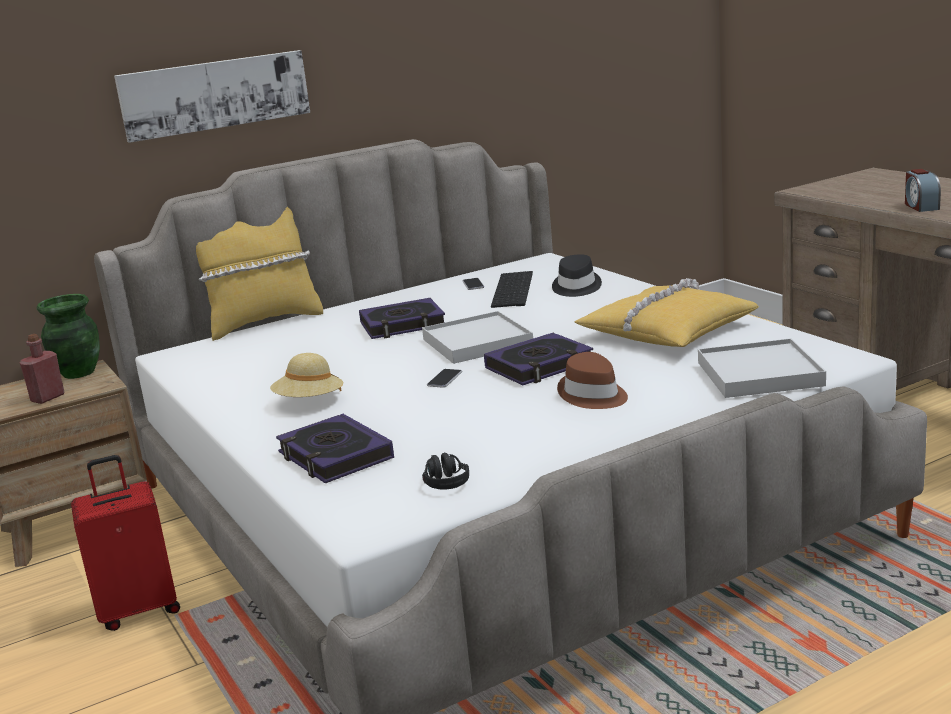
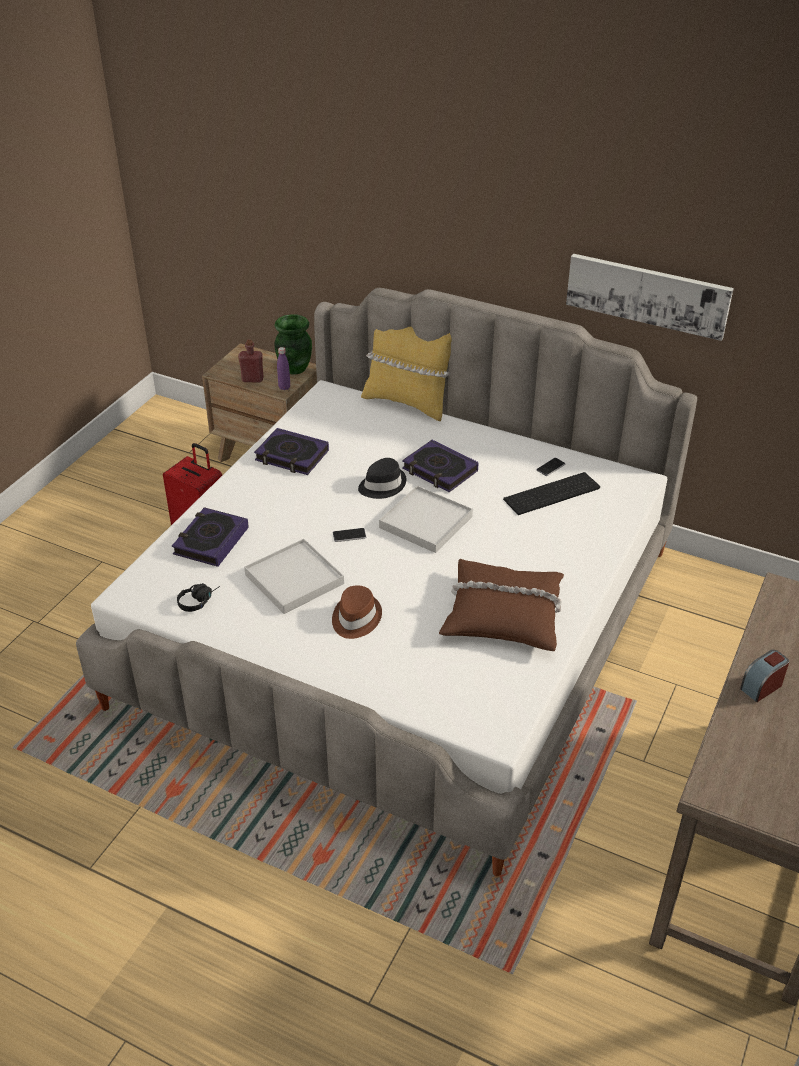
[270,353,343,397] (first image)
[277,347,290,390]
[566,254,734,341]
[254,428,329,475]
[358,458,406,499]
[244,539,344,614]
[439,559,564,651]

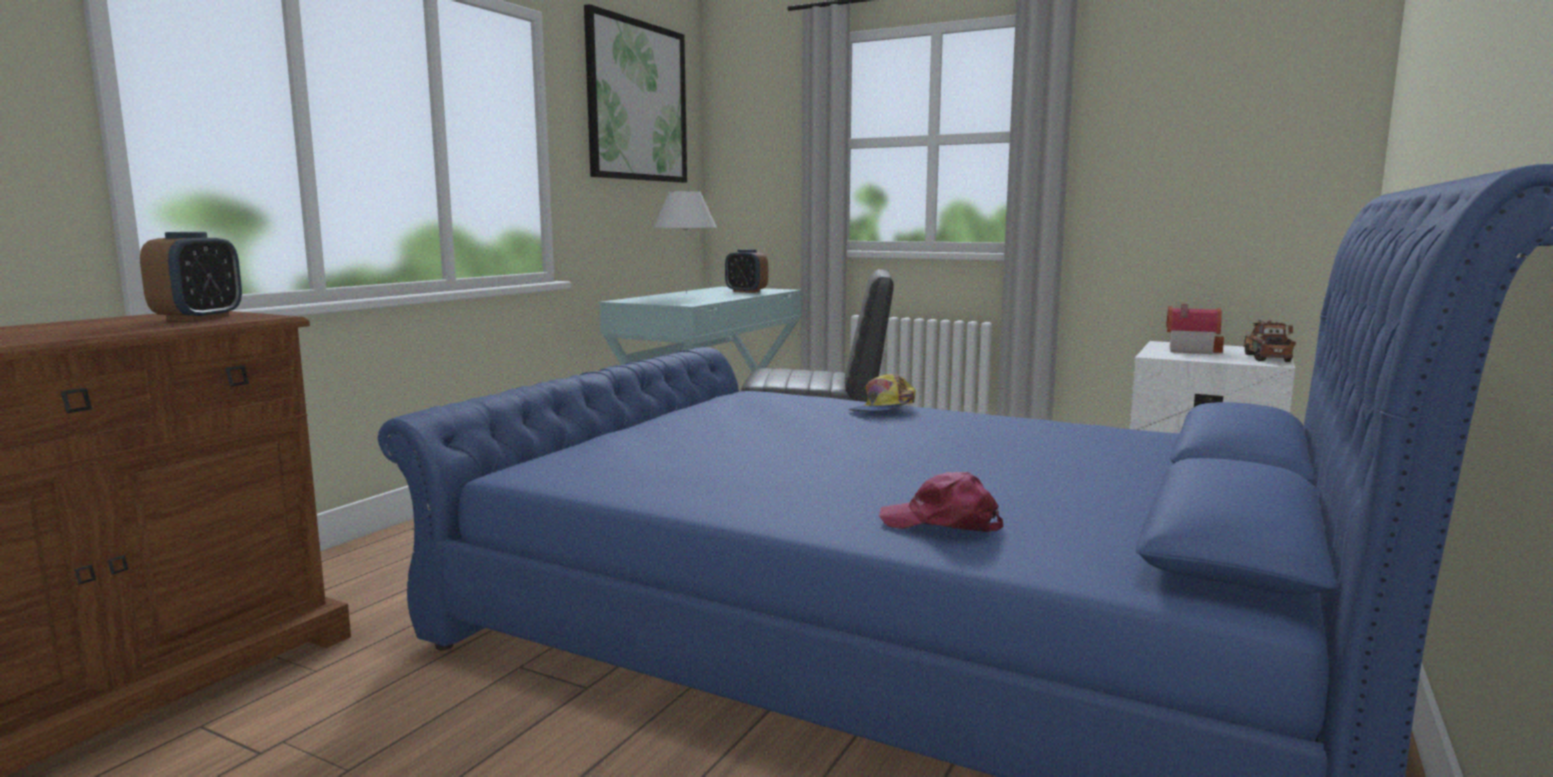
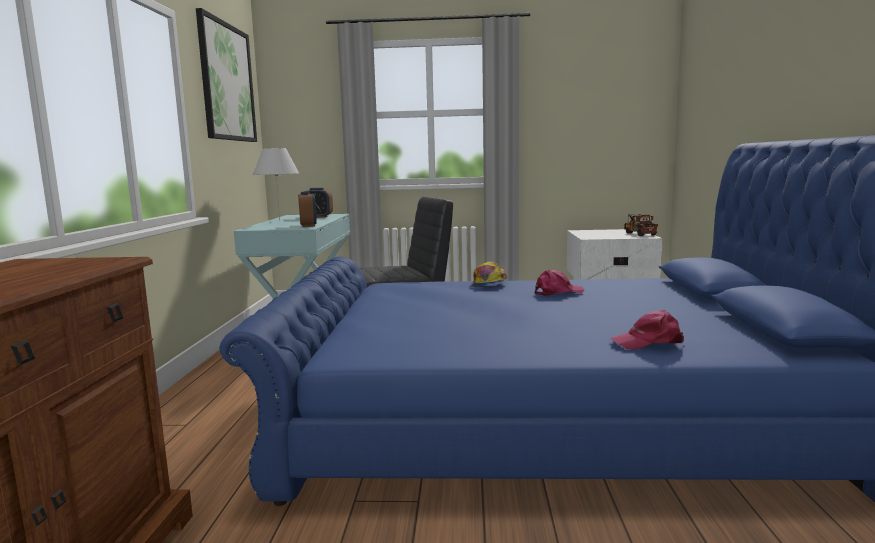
[1166,304,1224,354] (first image)
[535,270,584,296]
[298,191,316,227]

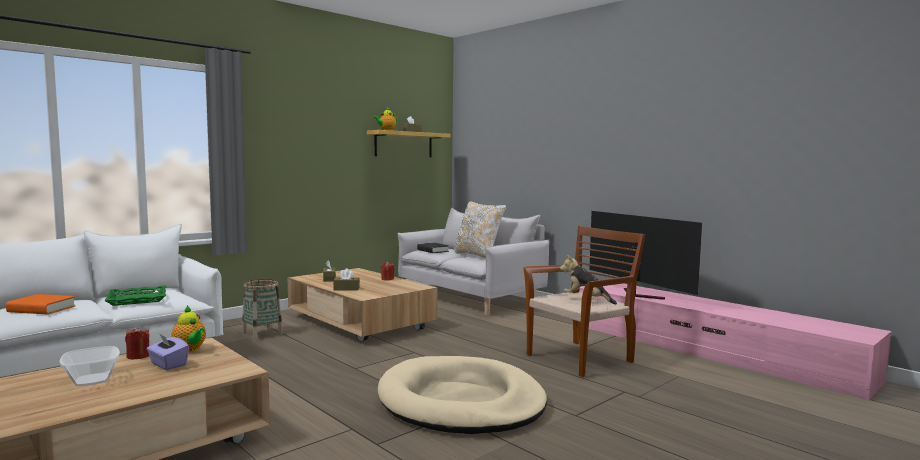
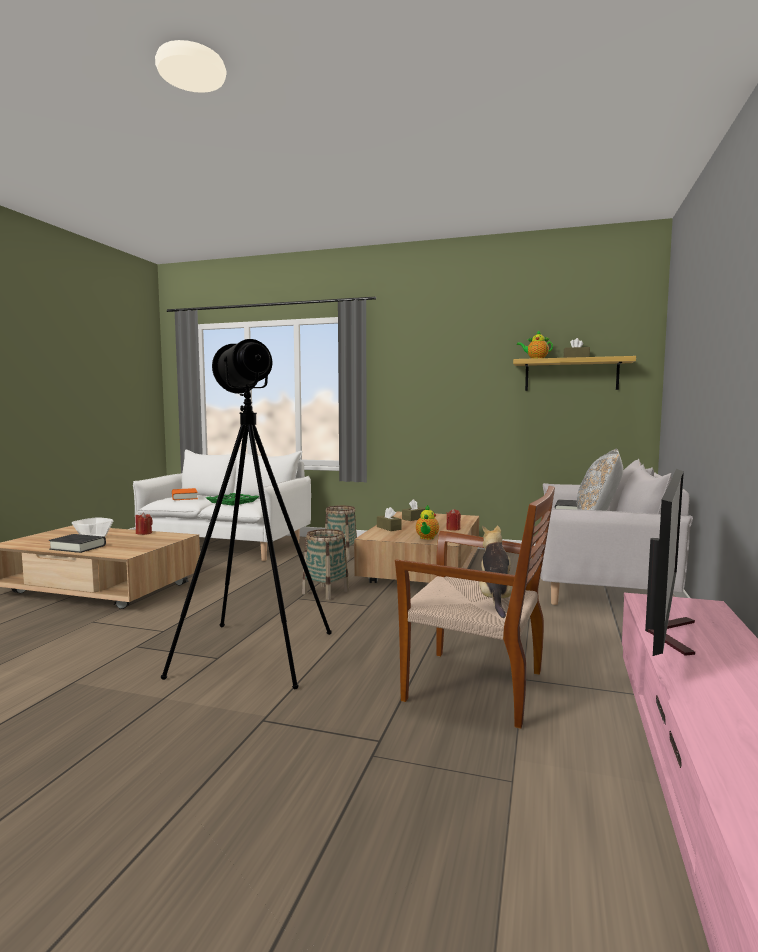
[147,333,189,370] (first image)
[49,534,106,553]
[302,529,349,600]
[416,505,439,540]
[161,339,332,689]

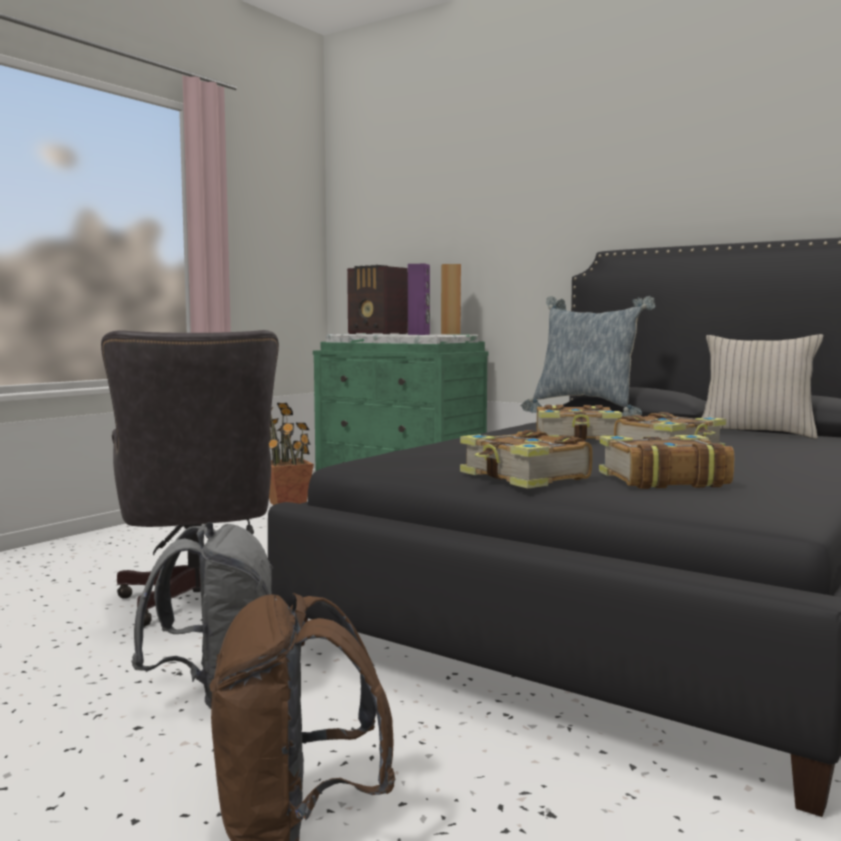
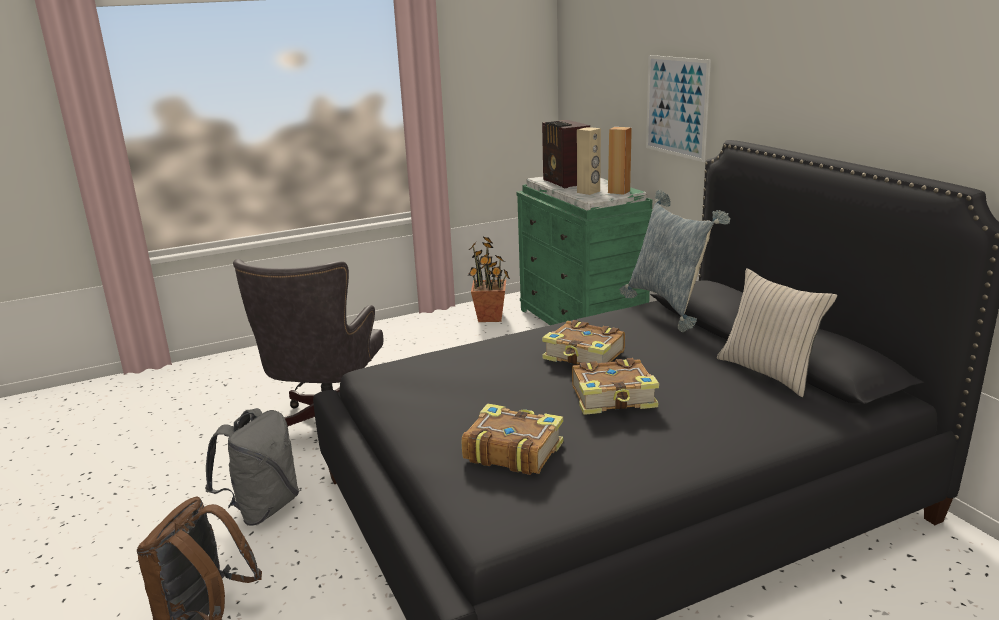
[460,430,593,489] (first image)
[646,55,711,162]
[577,127,601,195]

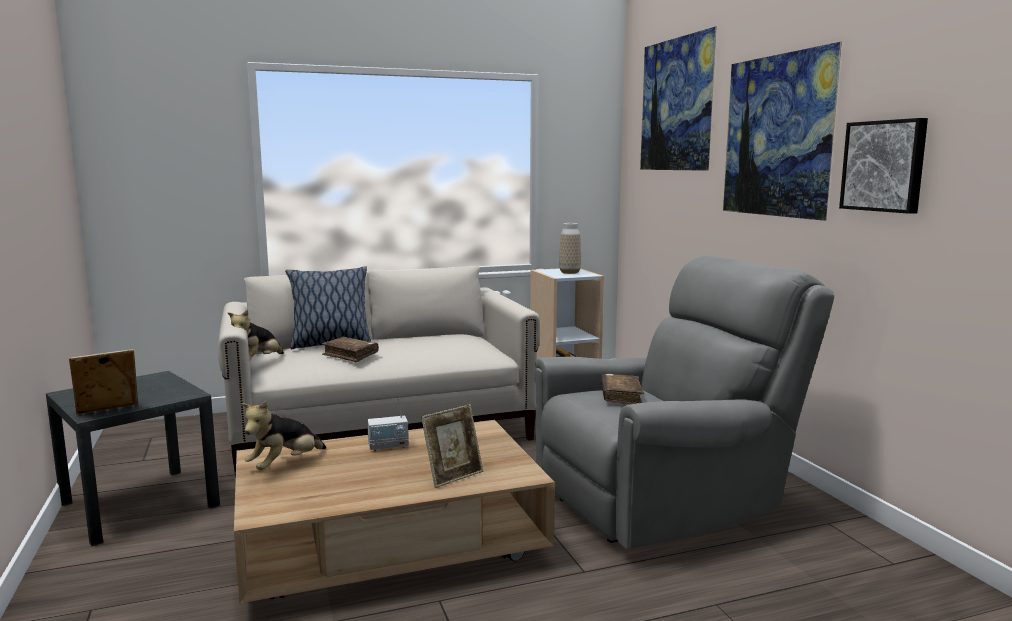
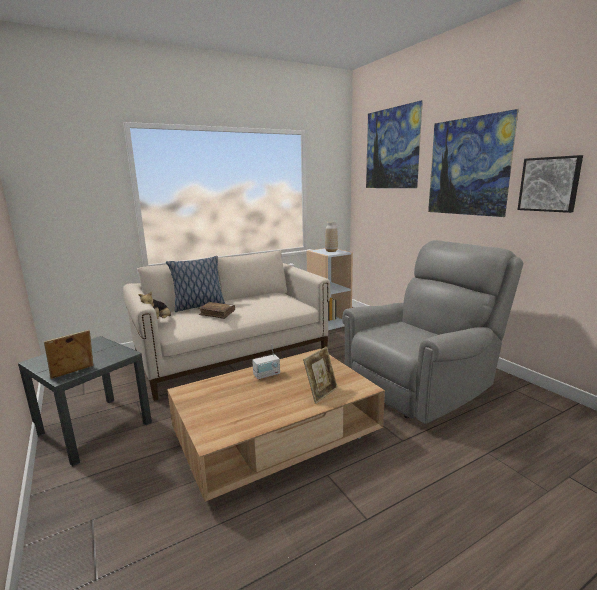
[241,401,326,470] (first image)
[601,374,644,404] (first image)

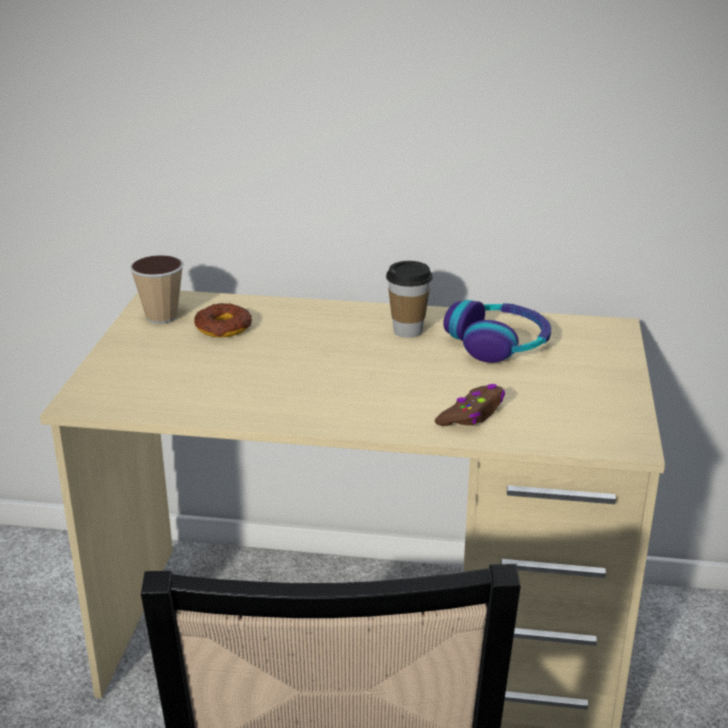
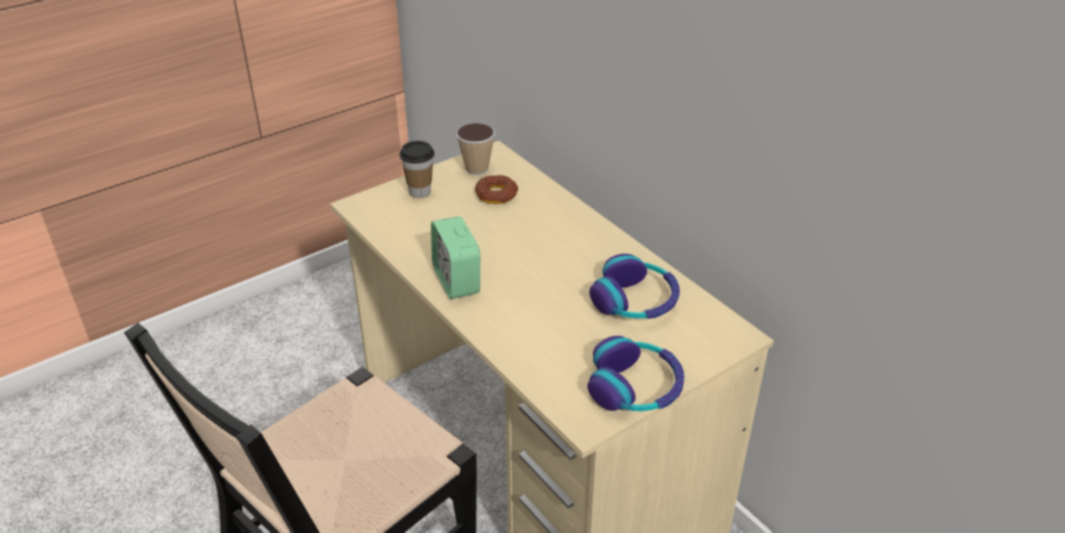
[435,384,505,426] (first image)
[431,216,480,299]
[587,336,684,411]
[400,141,435,198]

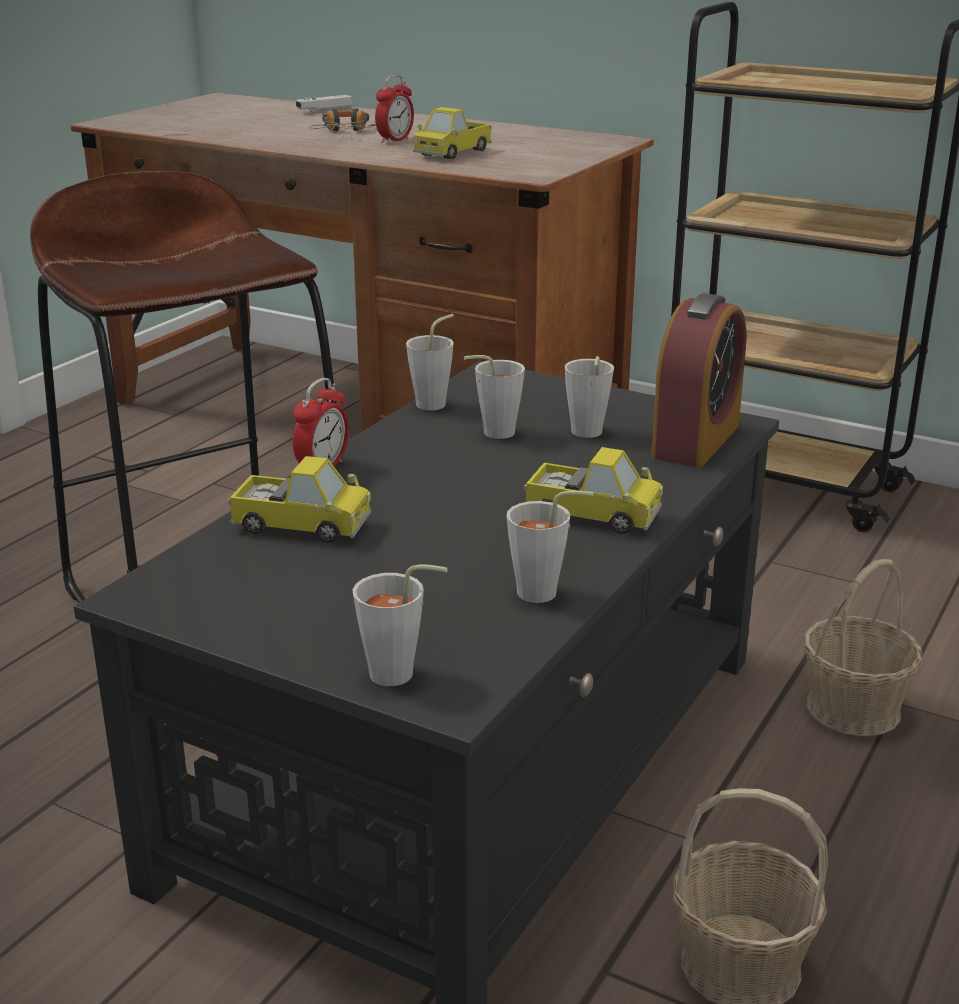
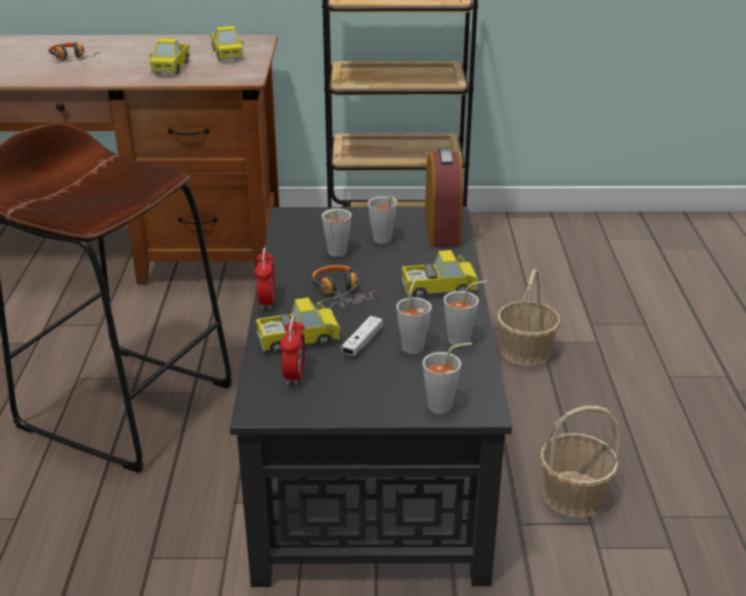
[210,26,244,61]
[312,265,379,309]
[341,316,383,356]
[280,316,305,386]
[396,279,432,354]

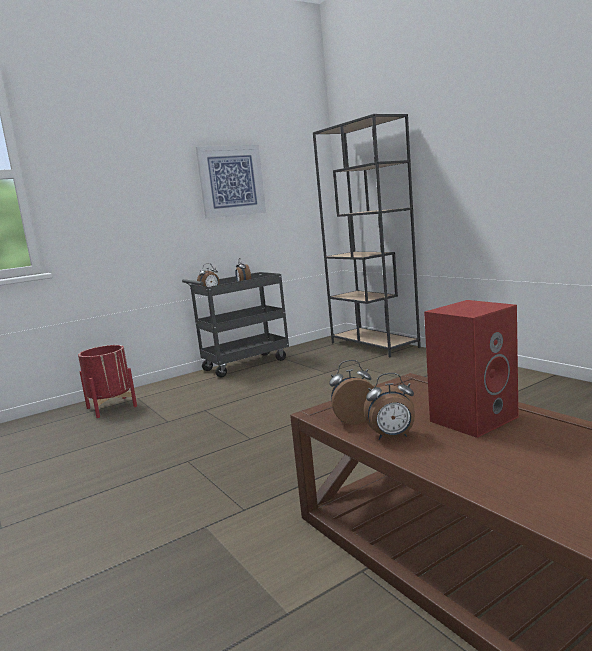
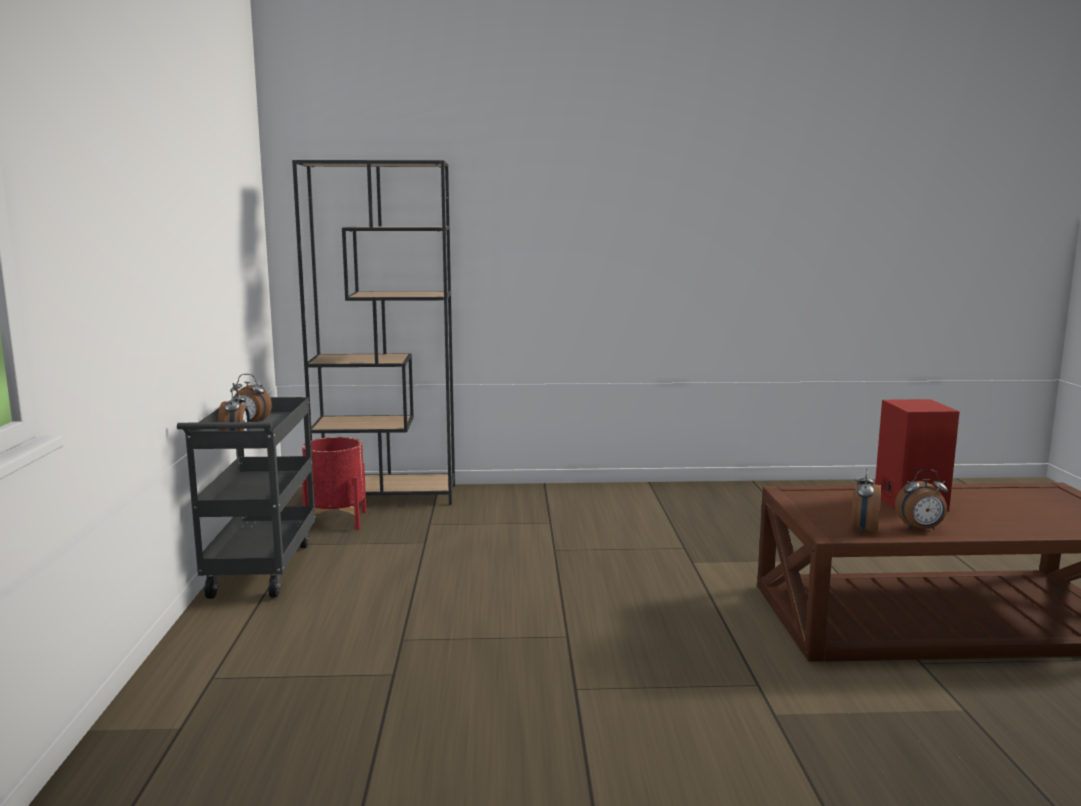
[196,145,266,219] (first image)
[302,437,366,530]
[895,469,948,530]

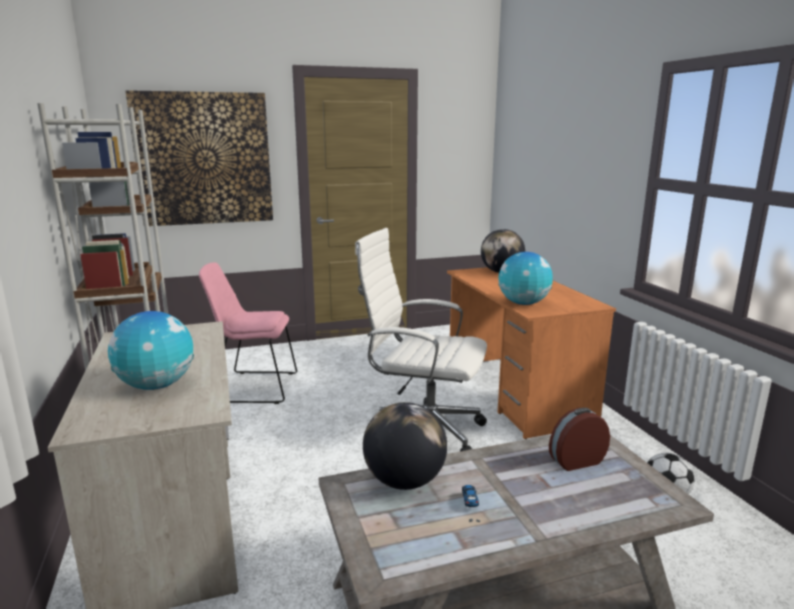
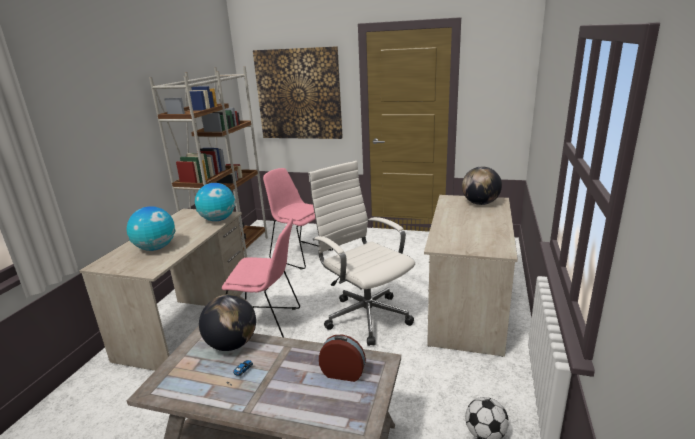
[222,218,300,338]
[195,183,235,221]
[424,195,518,357]

